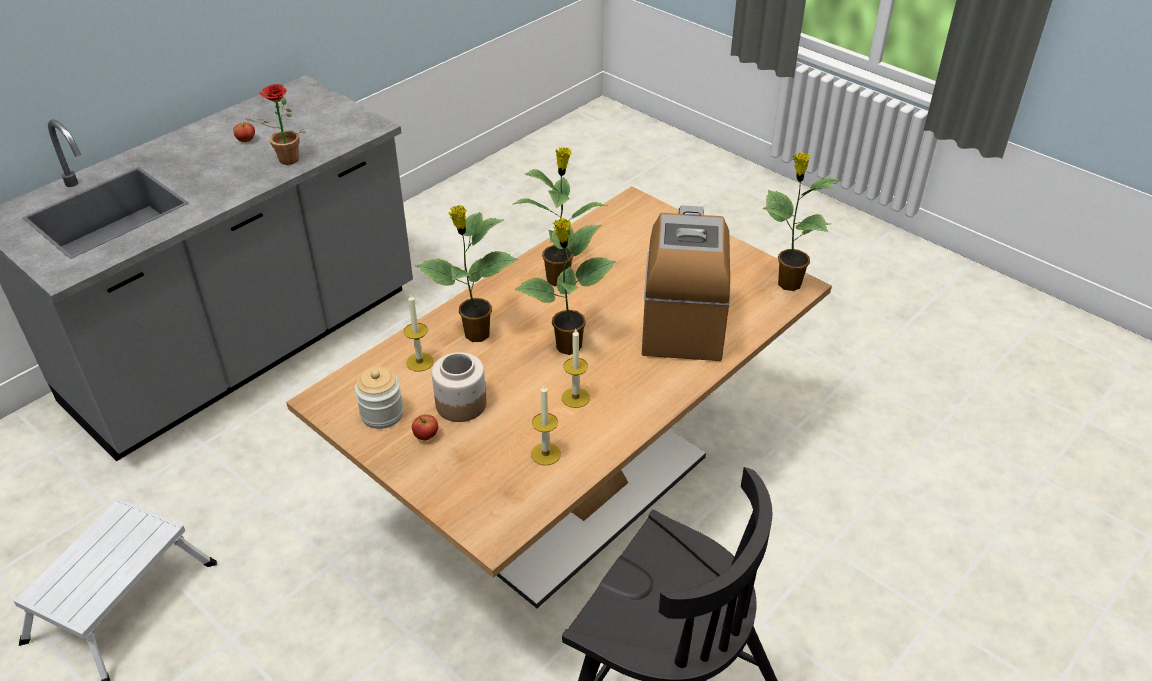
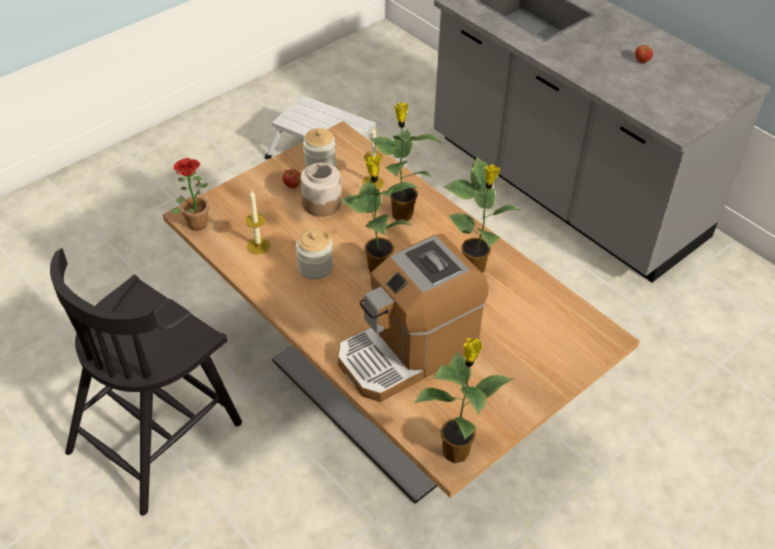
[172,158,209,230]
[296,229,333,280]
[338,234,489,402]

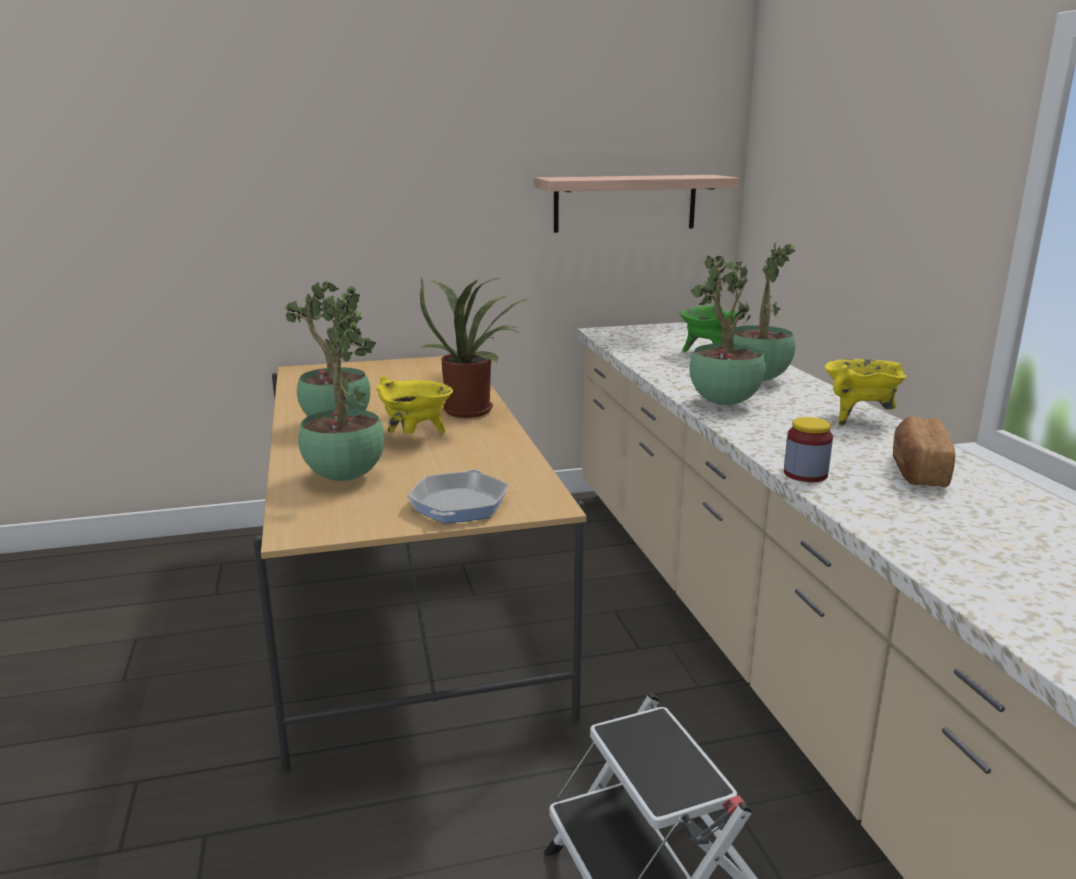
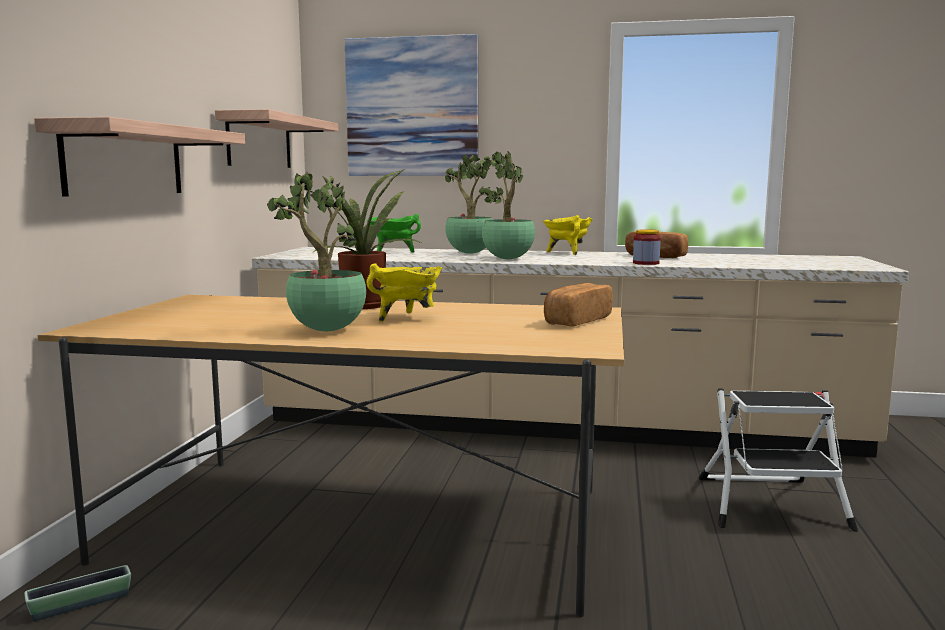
[298,310,384,481] (first image)
[24,565,131,621]
[34,117,245,197]
[345,34,478,176]
[544,283,613,327]

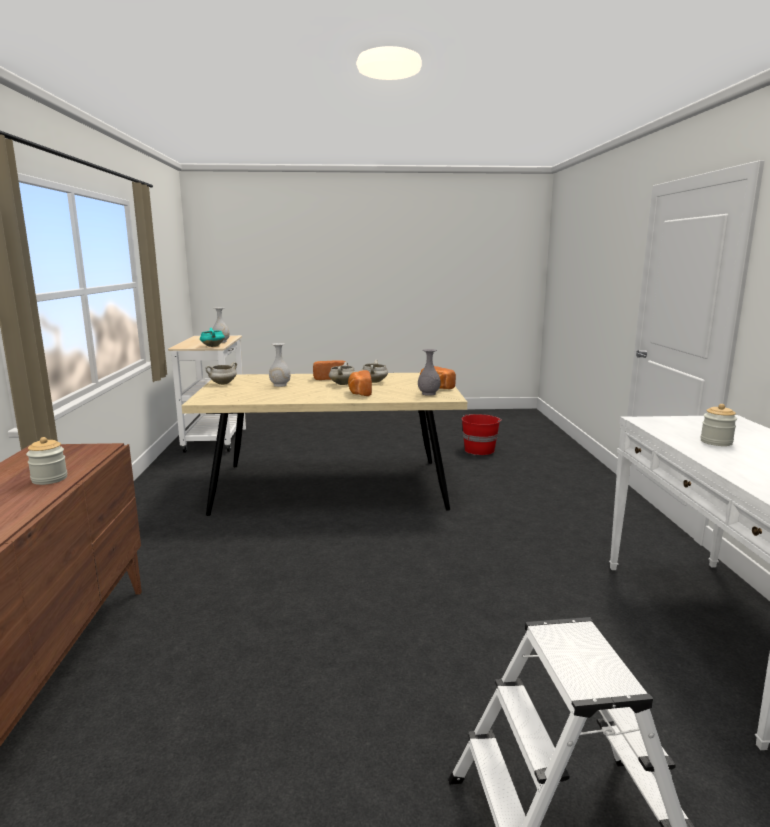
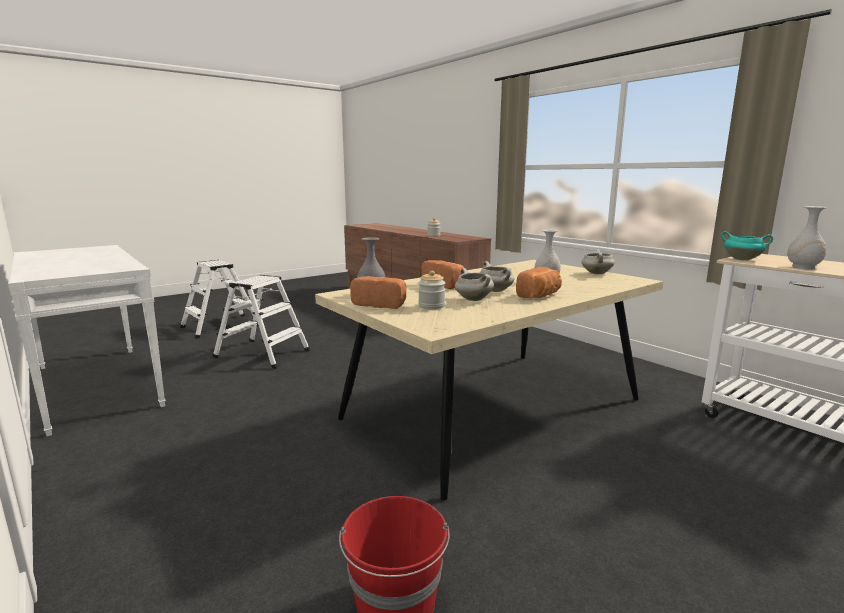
[212,275,311,369]
[418,271,445,309]

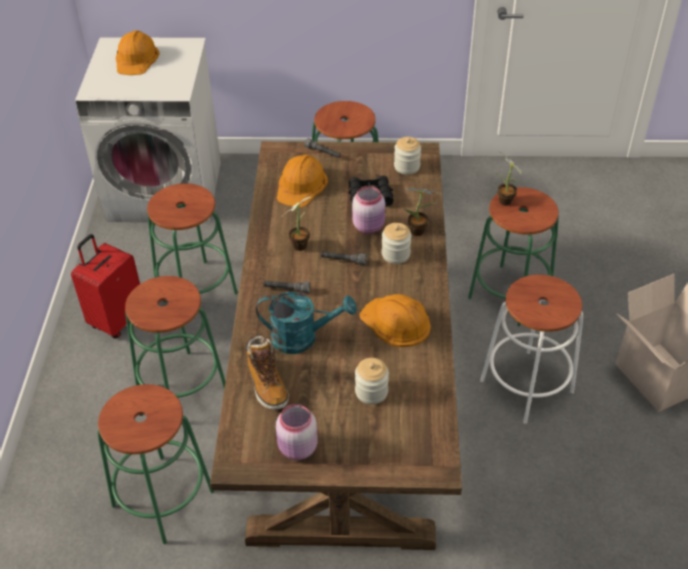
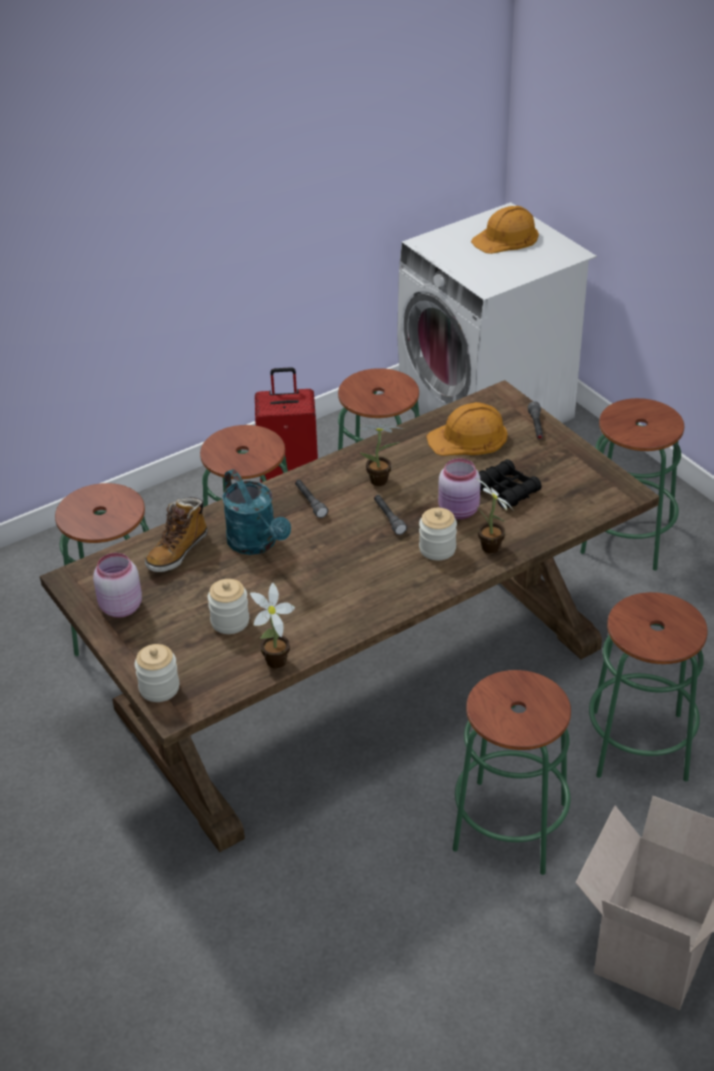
[359,294,431,347] (first image)
[134,644,180,702]
[250,583,295,669]
[453,670,571,875]

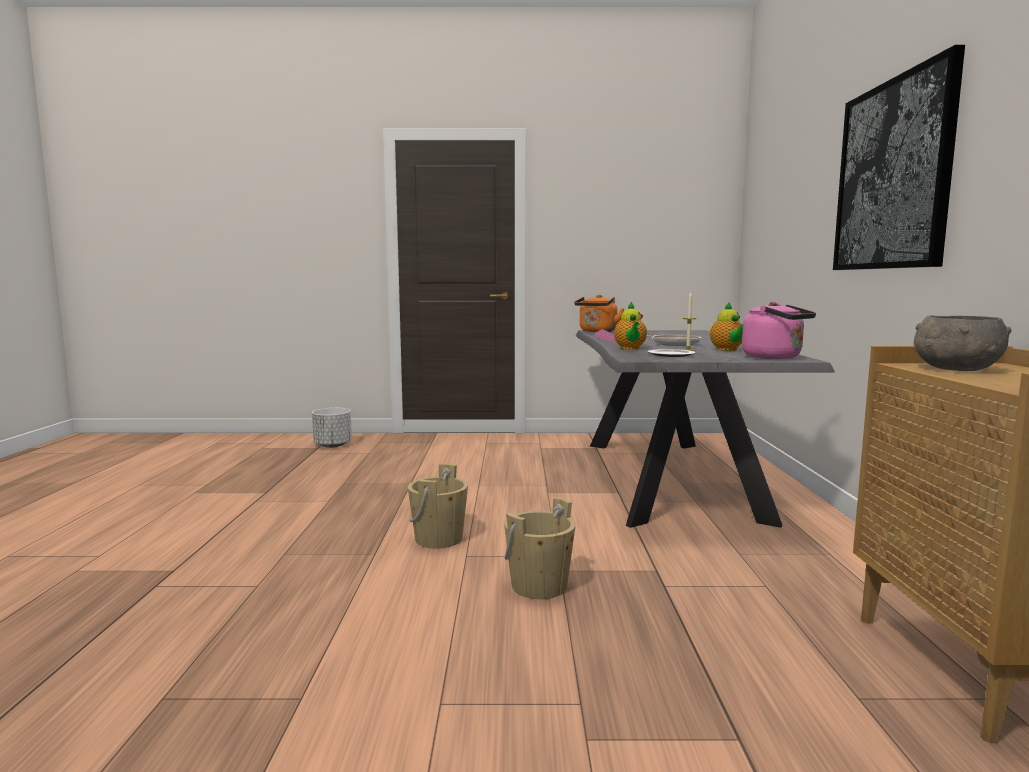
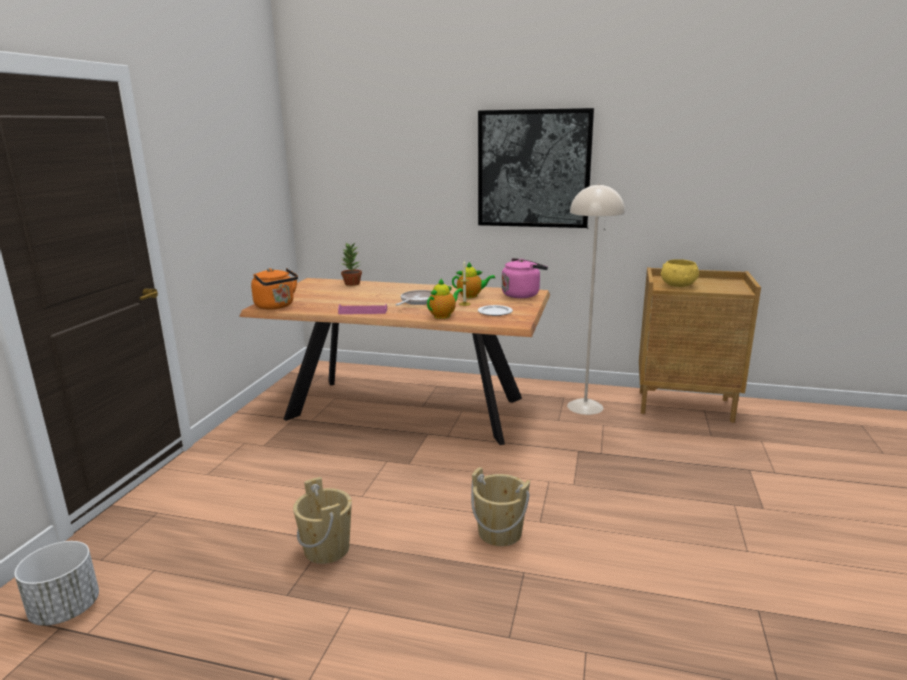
[340,243,362,286]
[567,183,625,415]
[293,477,352,564]
[239,278,550,445]
[660,259,699,287]
[427,278,463,319]

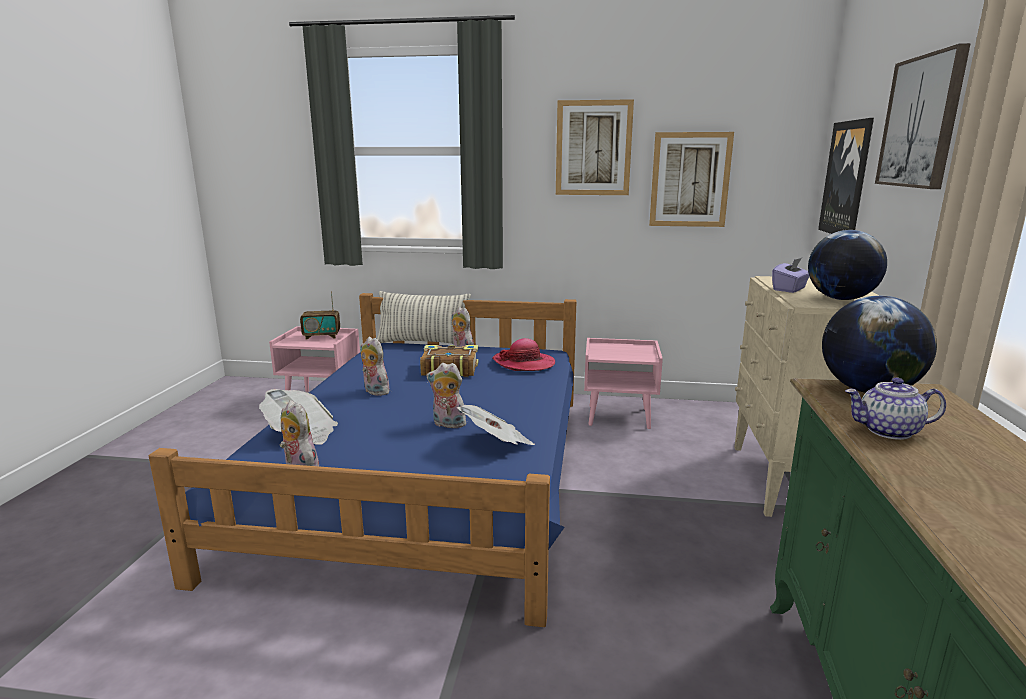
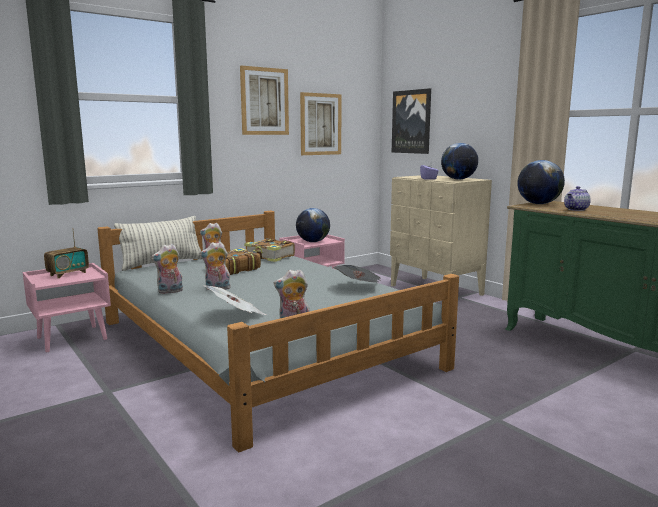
[875,43,971,189] (first image)
[296,208,330,242]
[151,244,183,294]
[244,238,295,262]
[97,211,459,452]

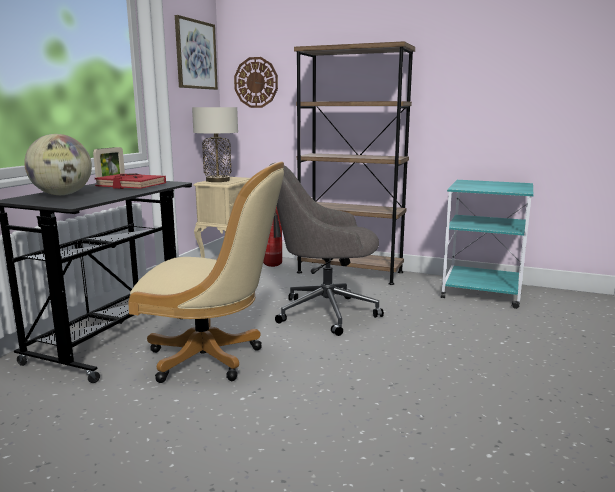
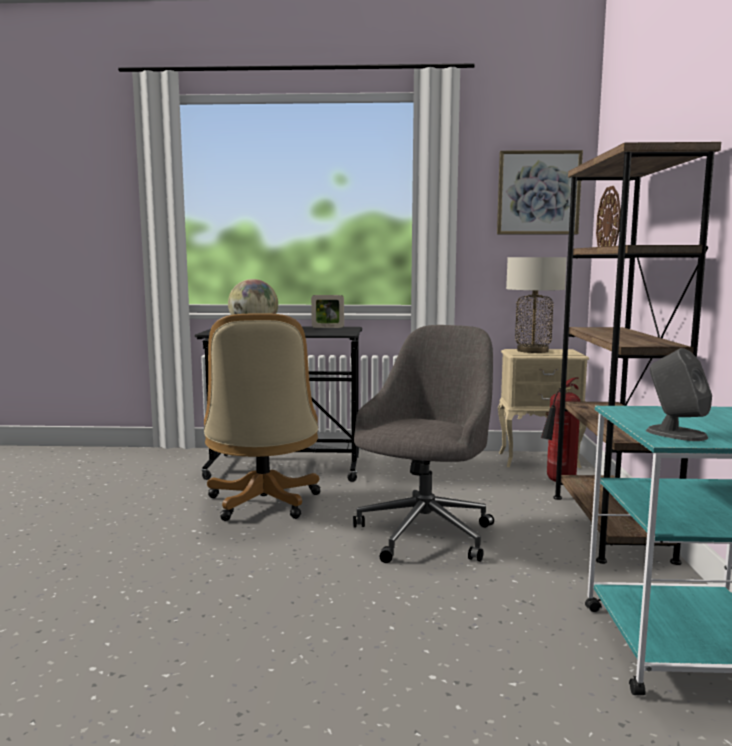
[95,174,166,189] (first image)
[646,348,712,441]
[353,325,494,563]

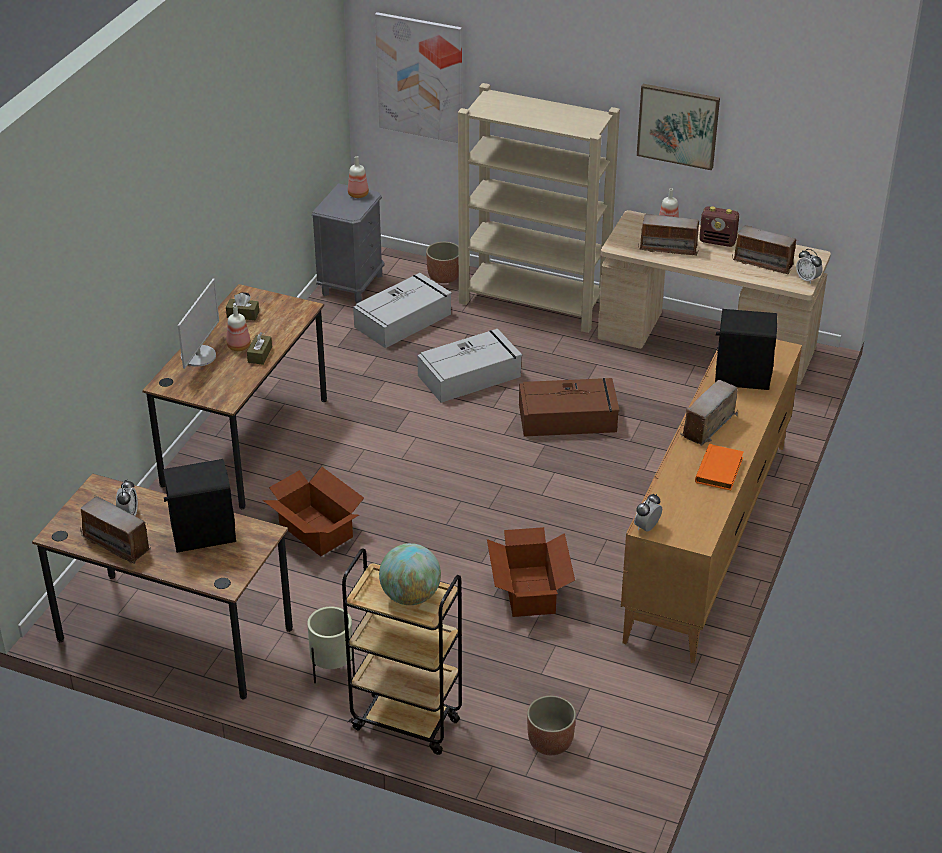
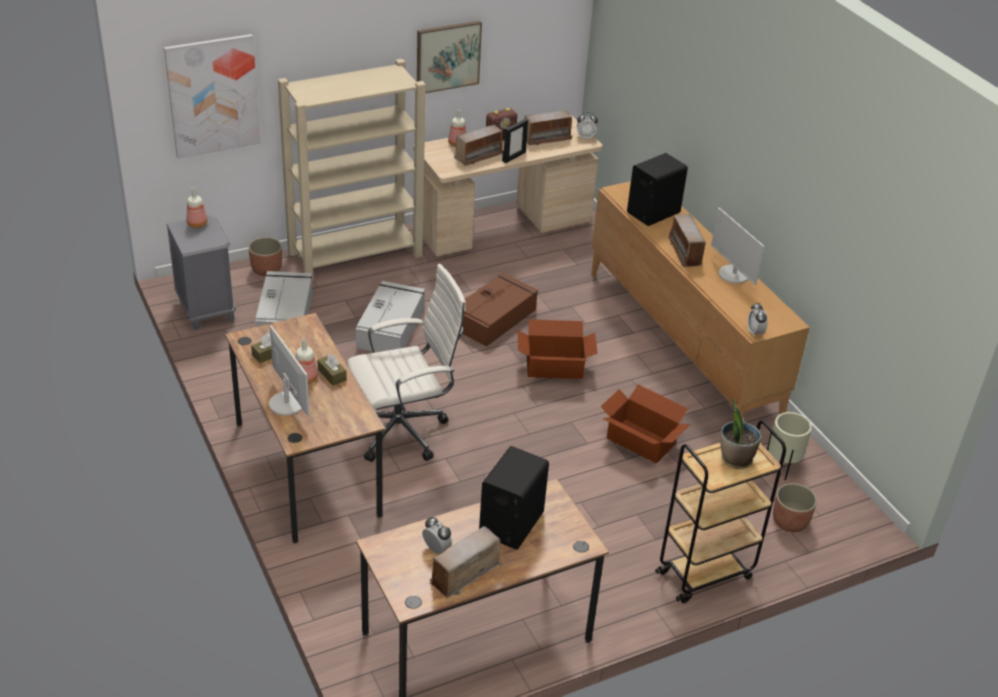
[347,264,466,462]
[502,119,528,163]
[517,319,597,379]
[767,412,812,480]
[721,398,761,469]
[711,208,764,285]
[430,526,501,598]

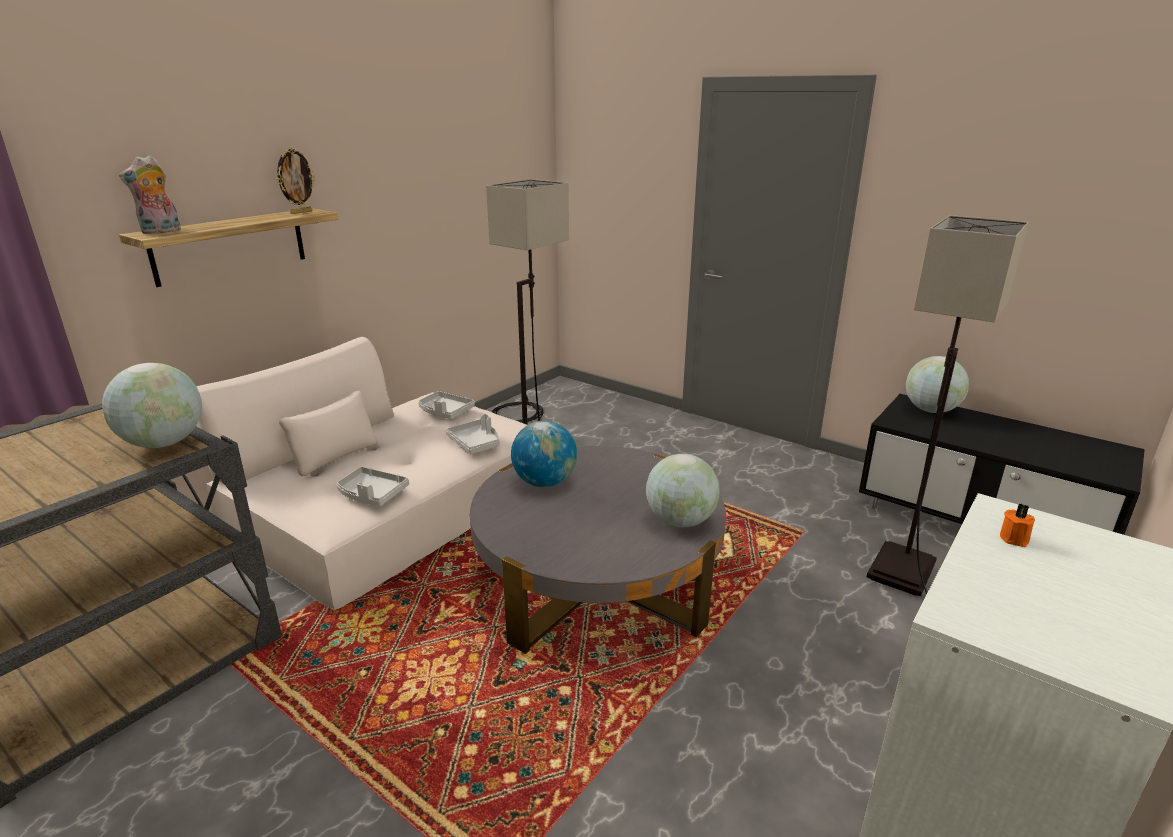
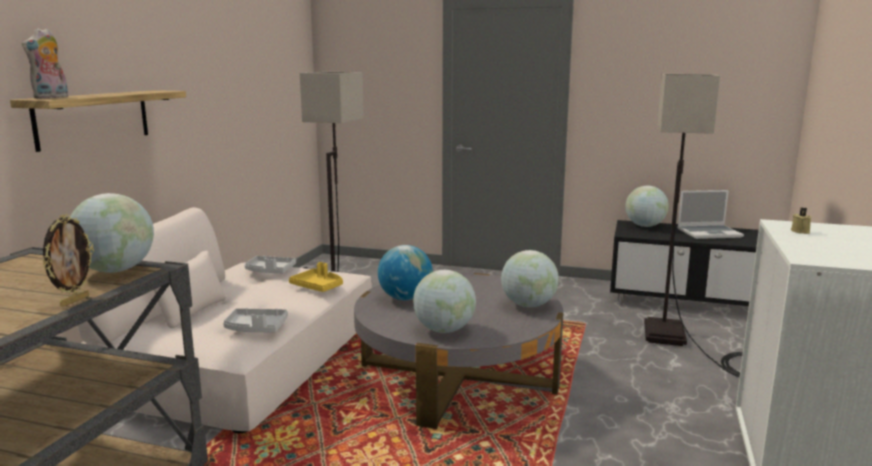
[413,270,476,333]
[677,190,744,239]
[42,214,94,307]
[289,262,343,292]
[791,207,811,234]

